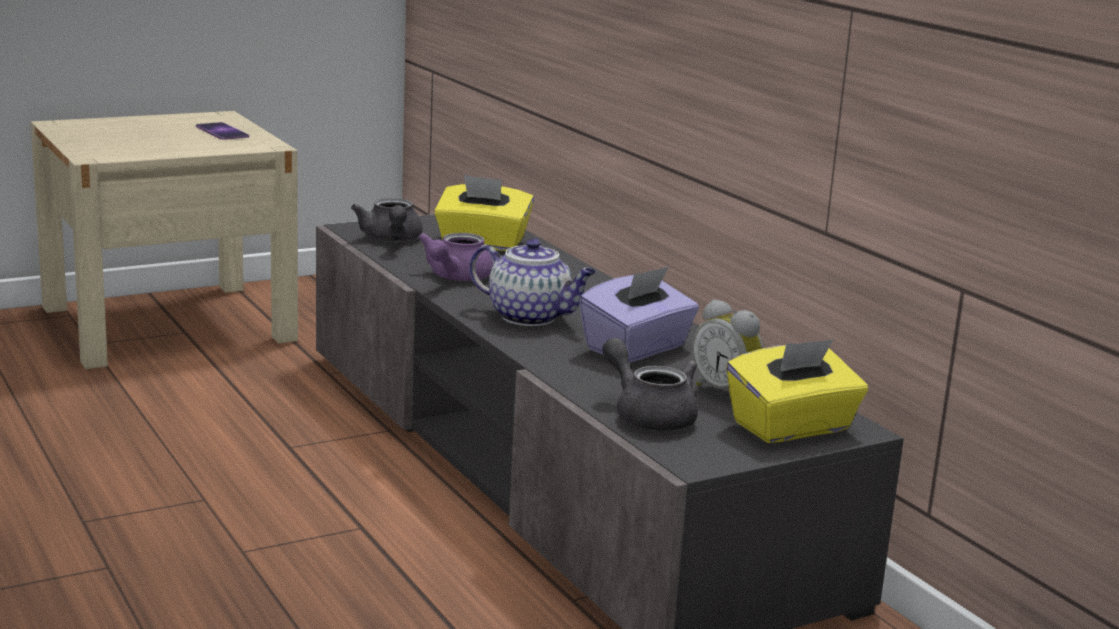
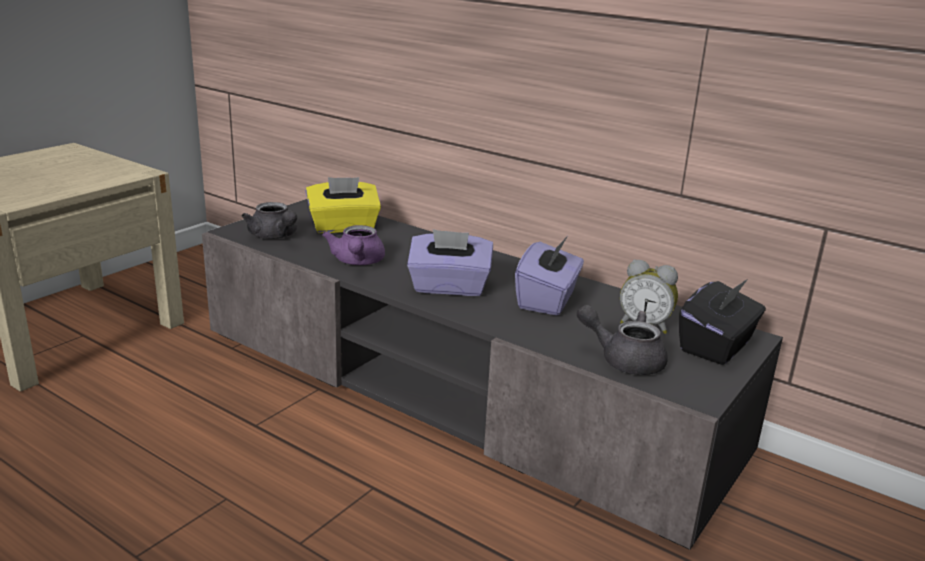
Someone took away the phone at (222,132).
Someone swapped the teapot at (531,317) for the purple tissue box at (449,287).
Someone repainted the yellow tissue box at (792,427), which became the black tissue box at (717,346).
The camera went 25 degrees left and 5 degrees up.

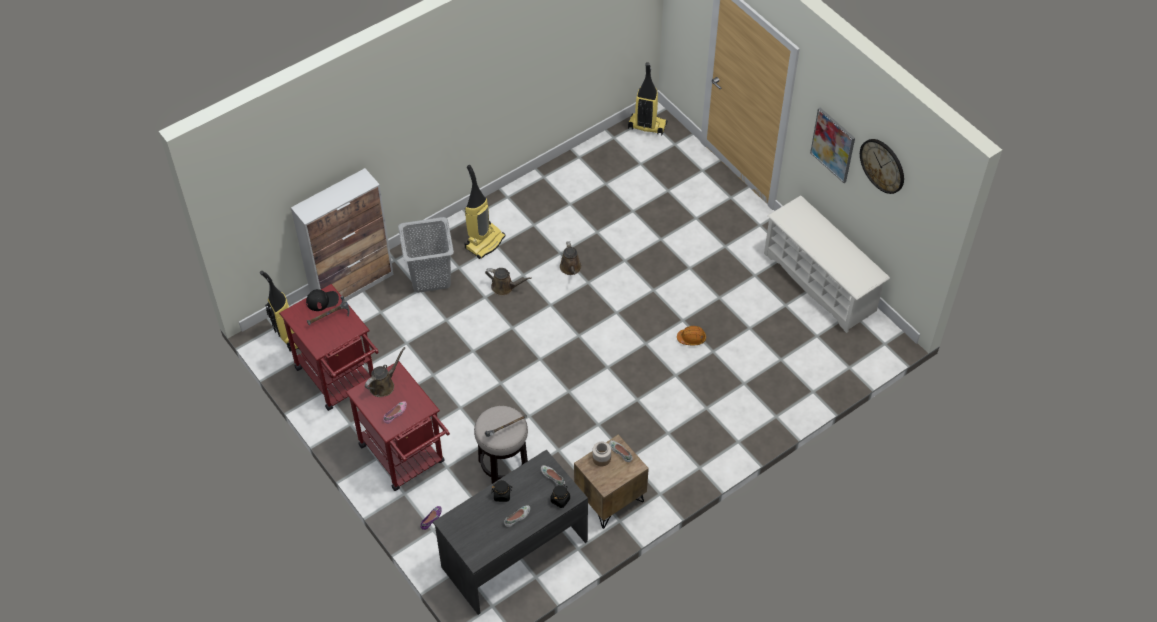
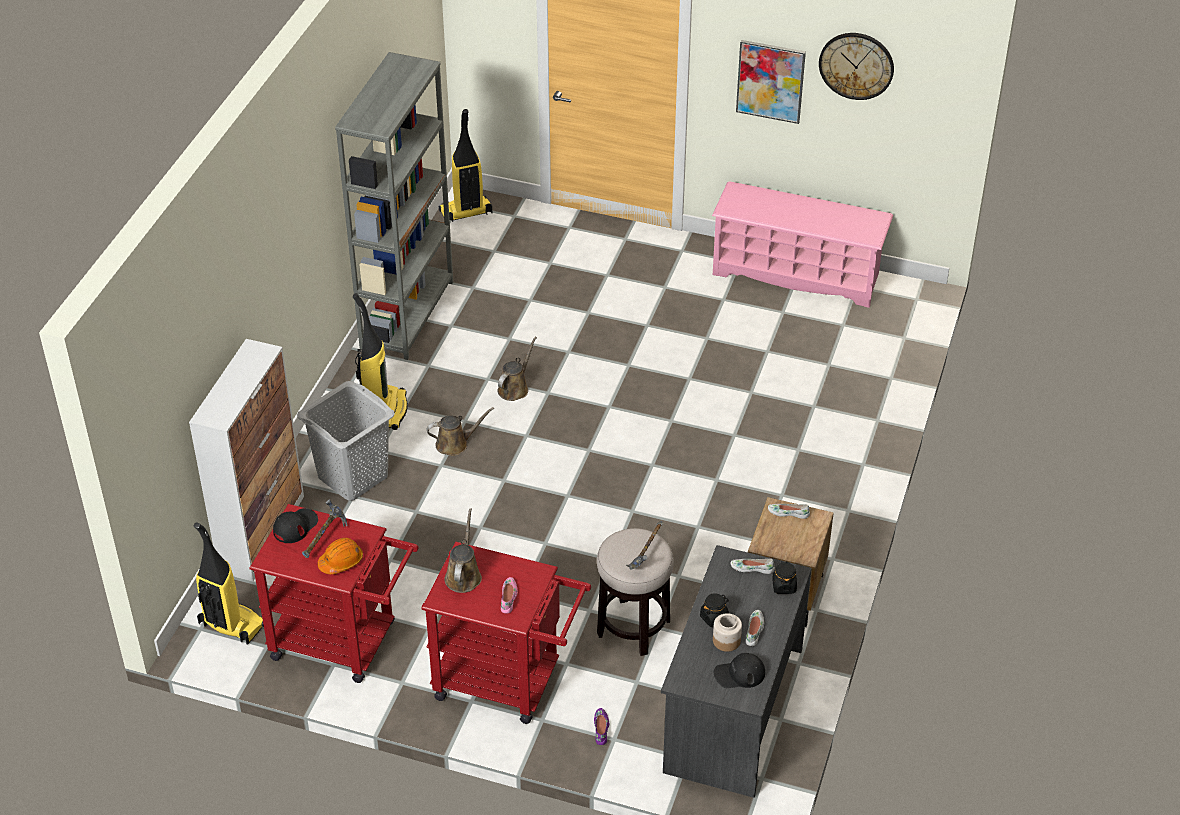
Someone rotated the brown watering can at (571,268) by 105 degrees counterclockwise.
Someone carried the jar from (601,458) to (726,641).
Someone carried the orange hard hat from (691,338) to (341,561).
Someone repainted the white shoe rack at (820,282), which became the pink shoe rack at (797,274).
Someone put down the grey bookcase at (407,314).
Someone put down the black cap at (739,674).
The camera went 35 degrees left and 10 degrees down.

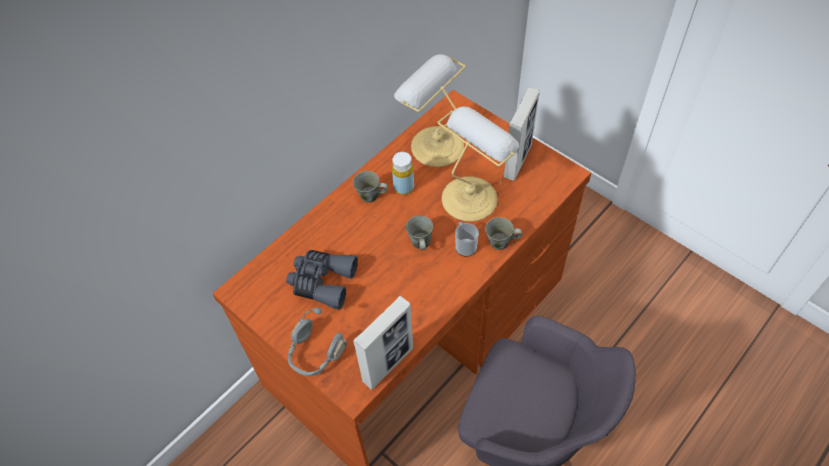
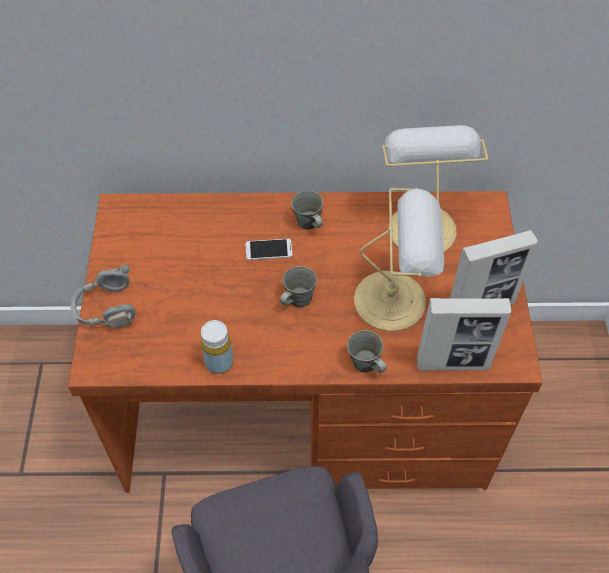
Someone took away the grey binoculars at (322,282).
Someone carried the picture frame from (388,364) to (453,363).
Someone carried the yellow bottle from (403,187) to (219,362).
Someone took away the mug at (465,246).
Someone put down the phone at (268,249).
The camera went 45 degrees right and 0 degrees up.

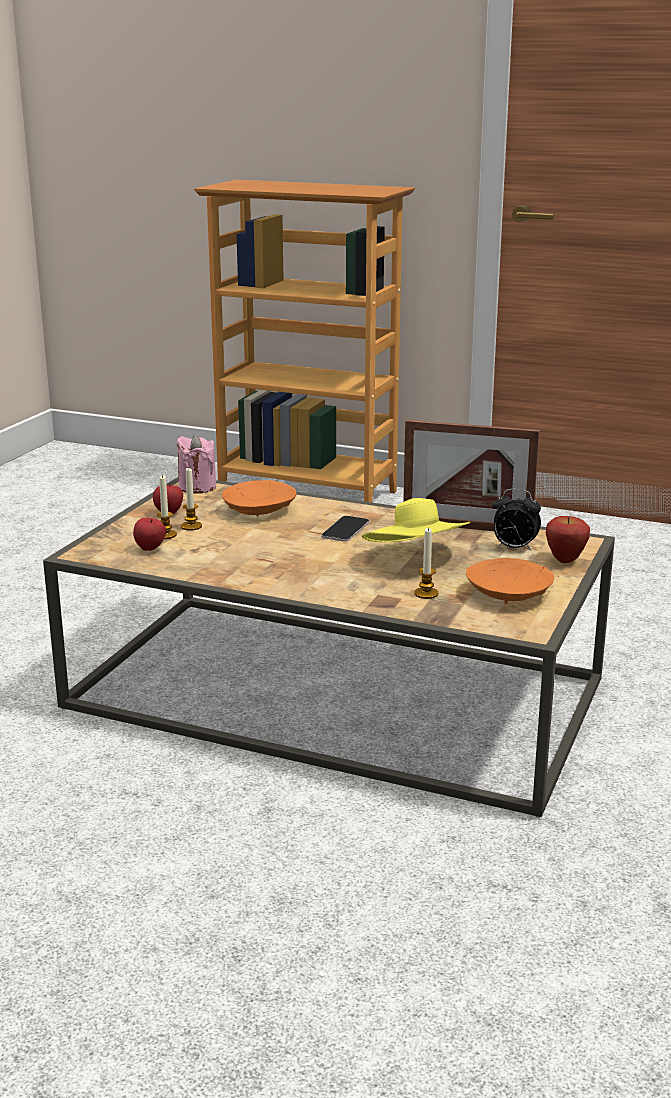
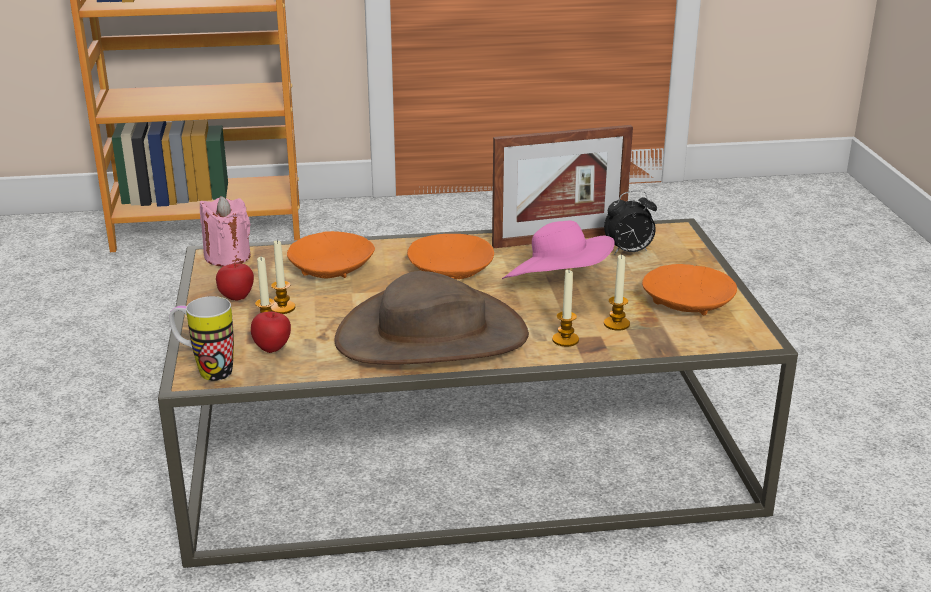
Someone swapped the phone at (345,530) for the orange bowl at (450,271).
Someone repainted the yellow hat at (416,558), which became the pink hat at (558,286).
Someone took away the apple at (565,560).
Someone put down the mug at (206,371).
Someone put down the brown hat at (431,337).
Someone put down the candle at (565,340).
The camera went 30 degrees left and 5 degrees up.

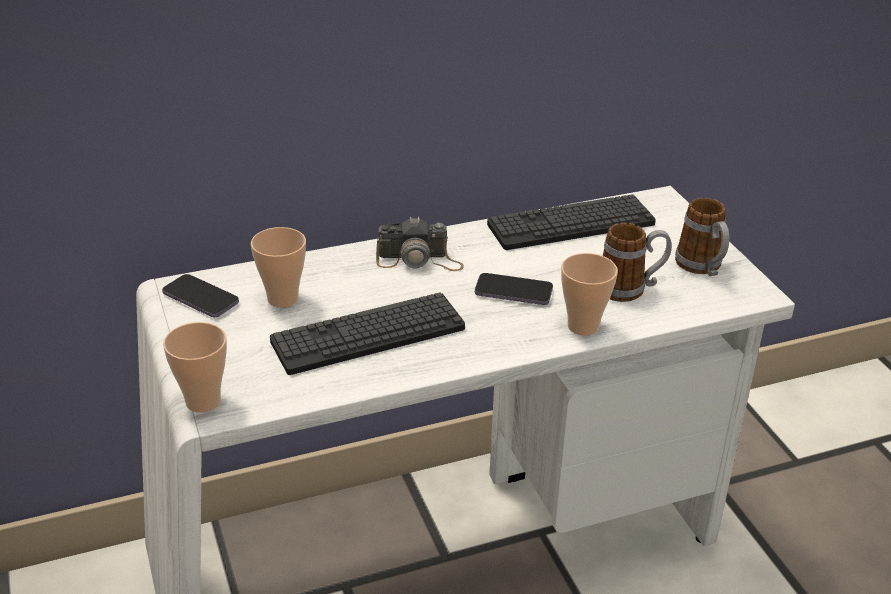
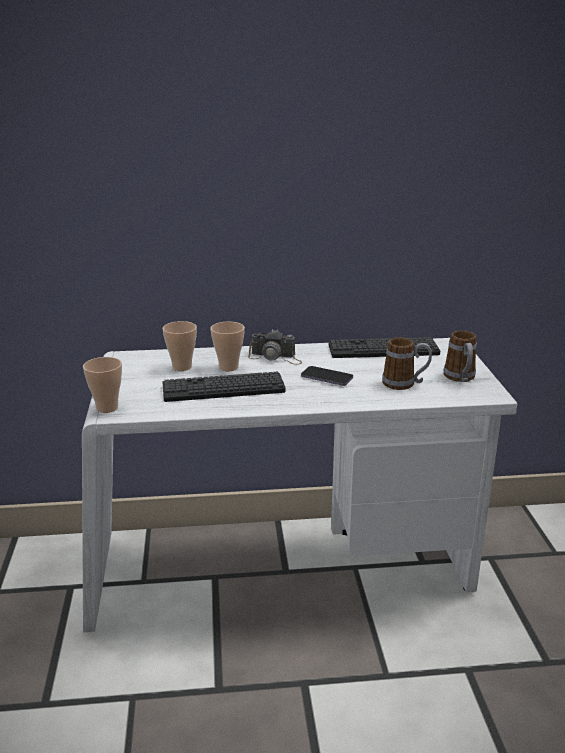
Someone took away the phone at (200,298).
Someone carried the cup from (583,326) to (228,367).
The camera went 15 degrees right and 10 degrees down.

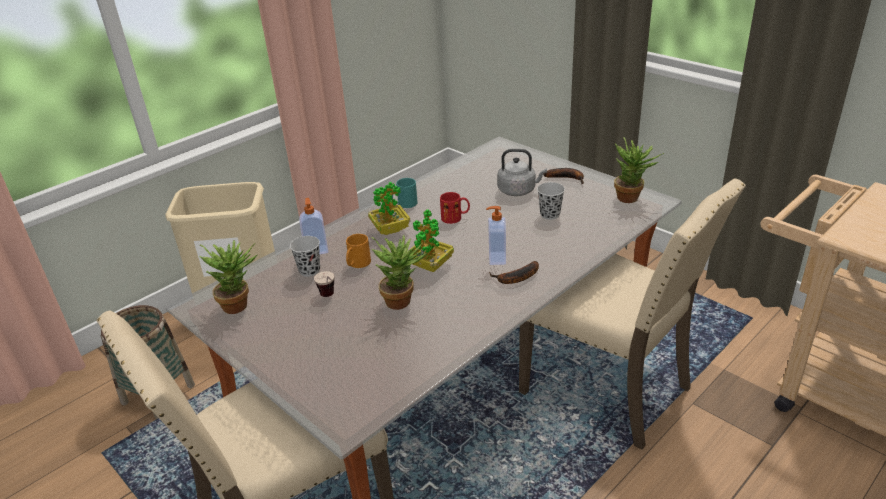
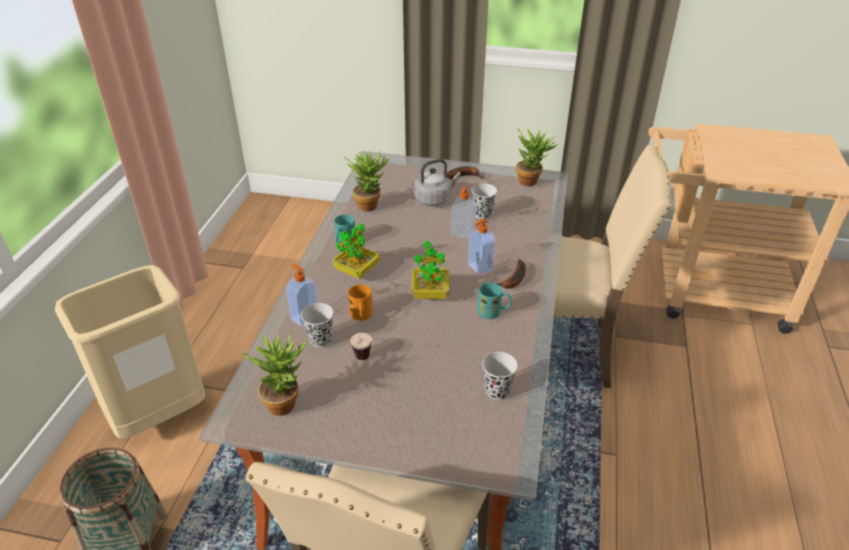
Someone carried the potted plant from (403,300) to (369,204).
Someone took away the red mug at (455,217).
Someone put down the soap dispenser at (462,233).
Someone put down the turquoise mug at (493,311).
Someone put down the black cup at (497,390).
The camera went 35 degrees left and 5 degrees up.

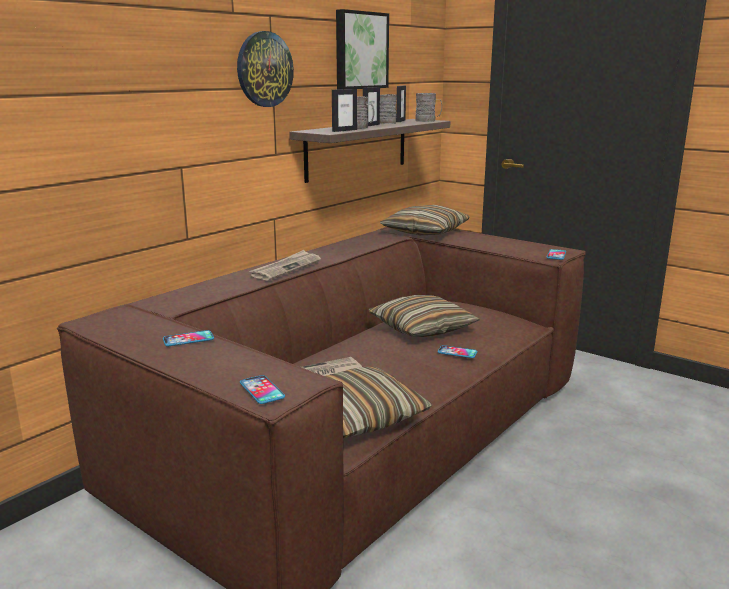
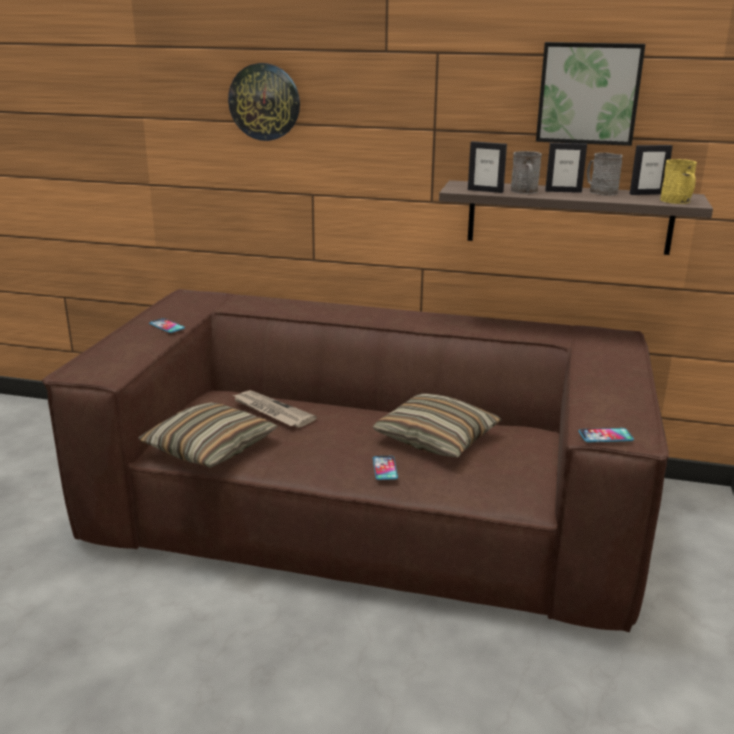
Someone carried the wall clock from (264,69) to (264,102).
Someone took away the phone at (261,390).
Someone took away the newspaper at (286,268).
Someone took away the pillow at (425,231).
Someone repainted the grey mug at (428,121), which became the yellow mug at (677,201).
The camera went 65 degrees right and 5 degrees up.

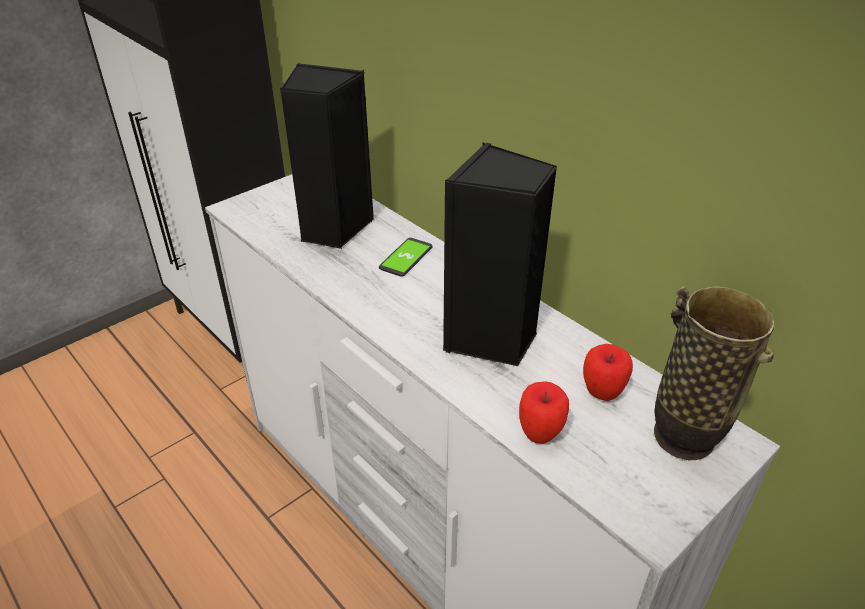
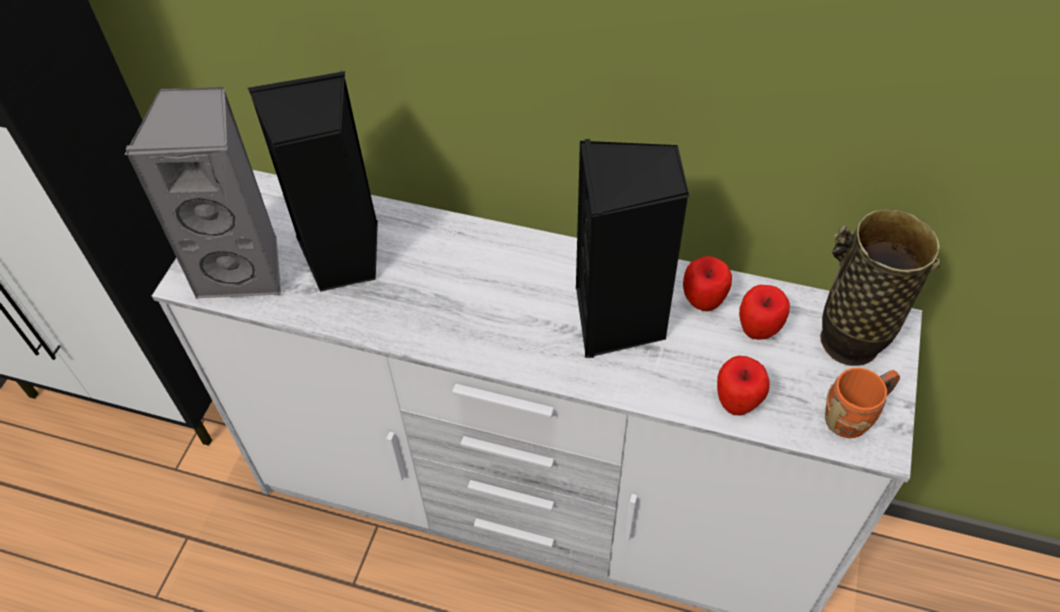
Someone took away the phone at (406,258).
Someone put down the grey speaker at (245,268).
Someone put down the apple at (702,303).
Someone put down the orange mug at (855,415).
The camera went 30 degrees left and 15 degrees up.

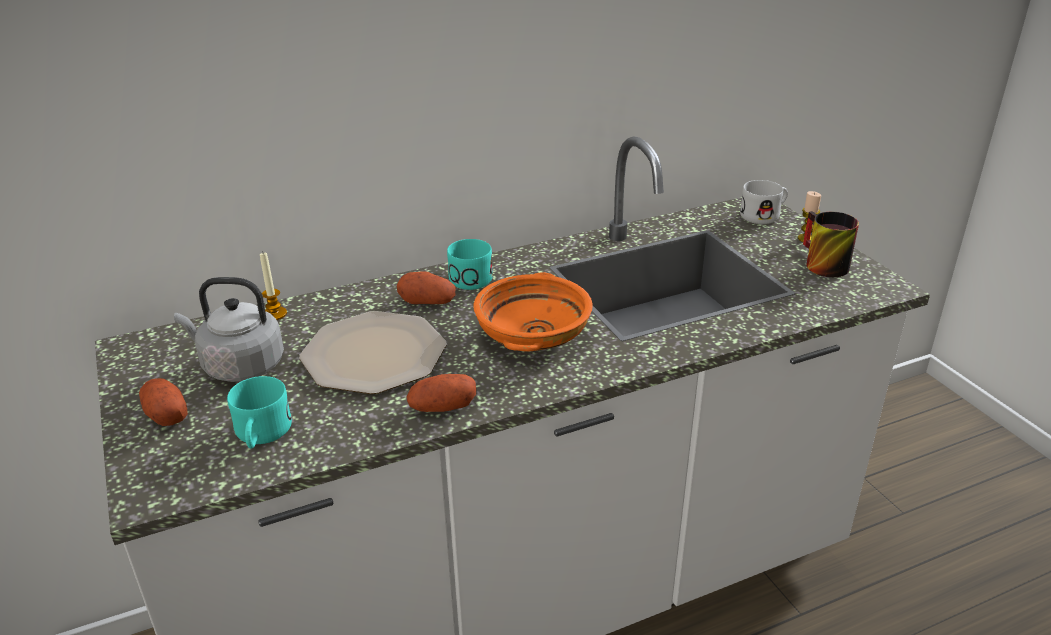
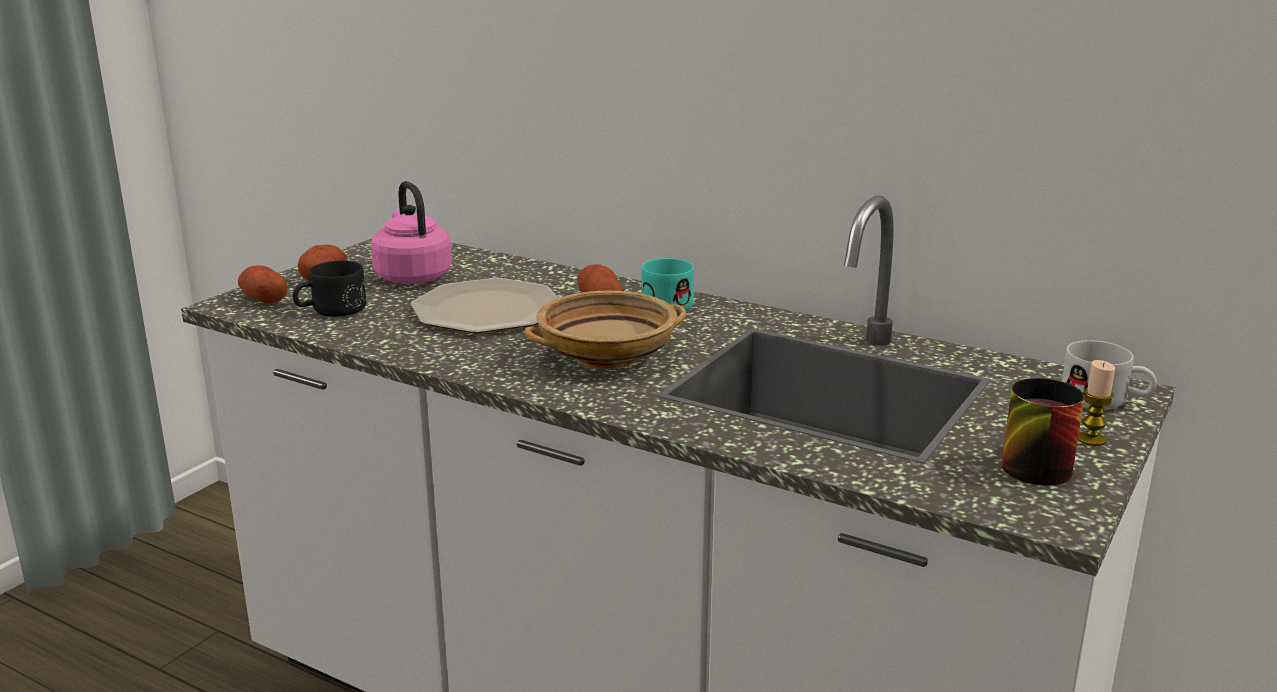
Someone repainted the grey kettle at (239,366), which became the pink kettle at (412,276).
Someone repainted the turquoise mug at (261,435), which became the black mug at (330,311).
Someone took away the candle at (274,314).
Someone carried the potato from (442,407) to (263,299).
Someone repainted the orange bowl at (532,335), which became the beige bowl at (608,355).
The camera went 55 degrees right and 10 degrees down.

